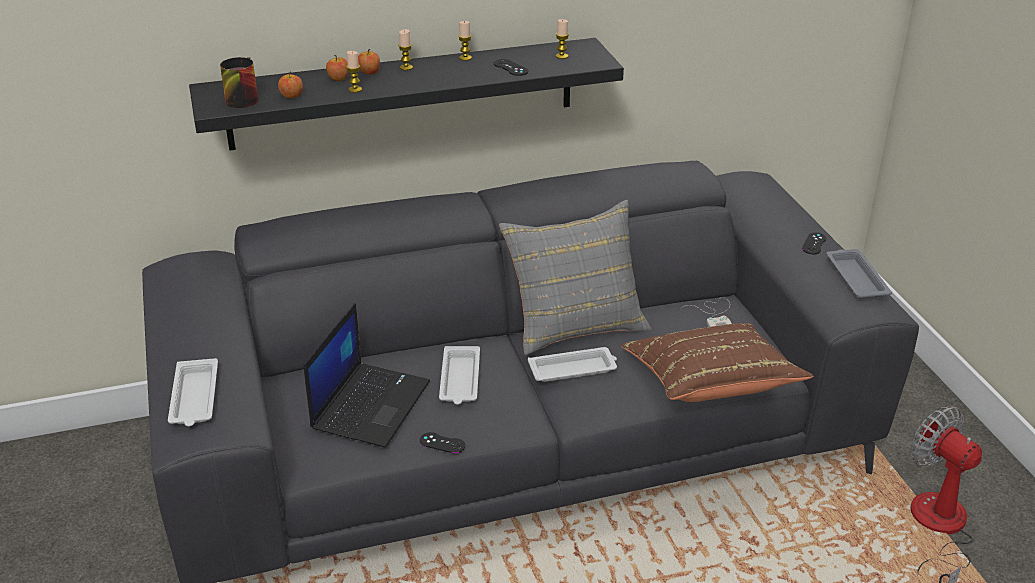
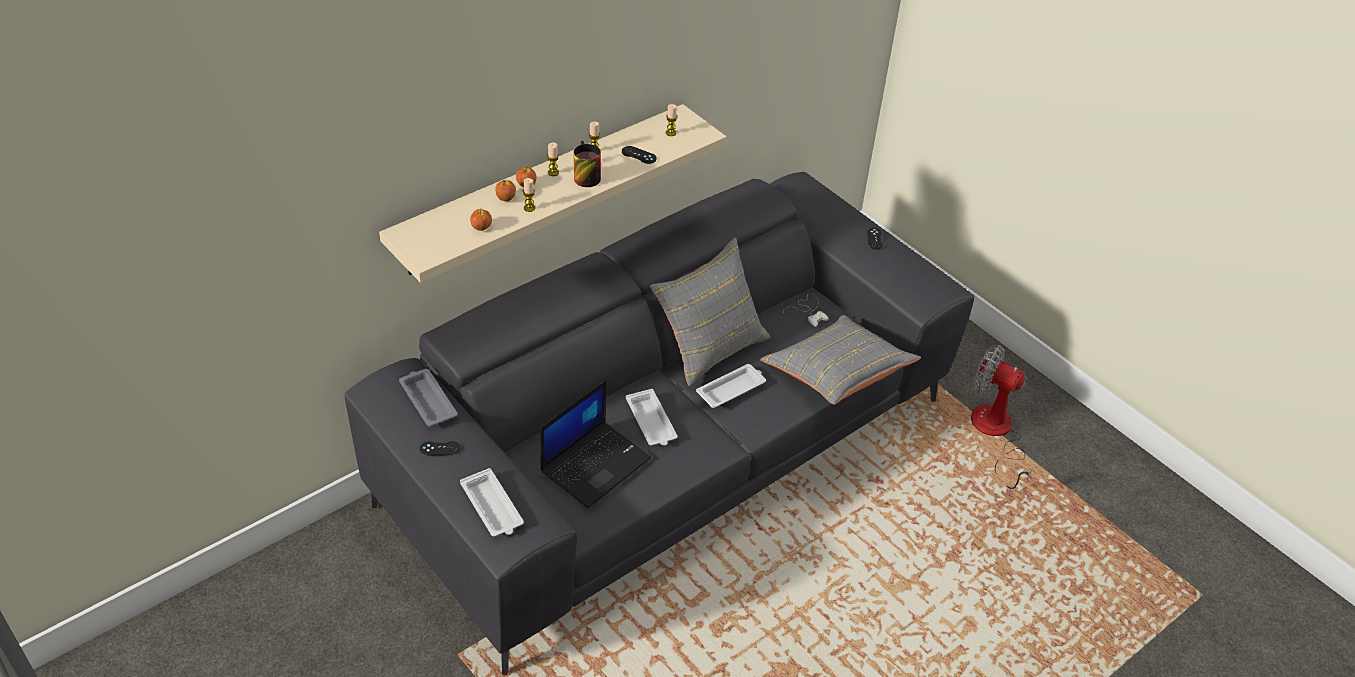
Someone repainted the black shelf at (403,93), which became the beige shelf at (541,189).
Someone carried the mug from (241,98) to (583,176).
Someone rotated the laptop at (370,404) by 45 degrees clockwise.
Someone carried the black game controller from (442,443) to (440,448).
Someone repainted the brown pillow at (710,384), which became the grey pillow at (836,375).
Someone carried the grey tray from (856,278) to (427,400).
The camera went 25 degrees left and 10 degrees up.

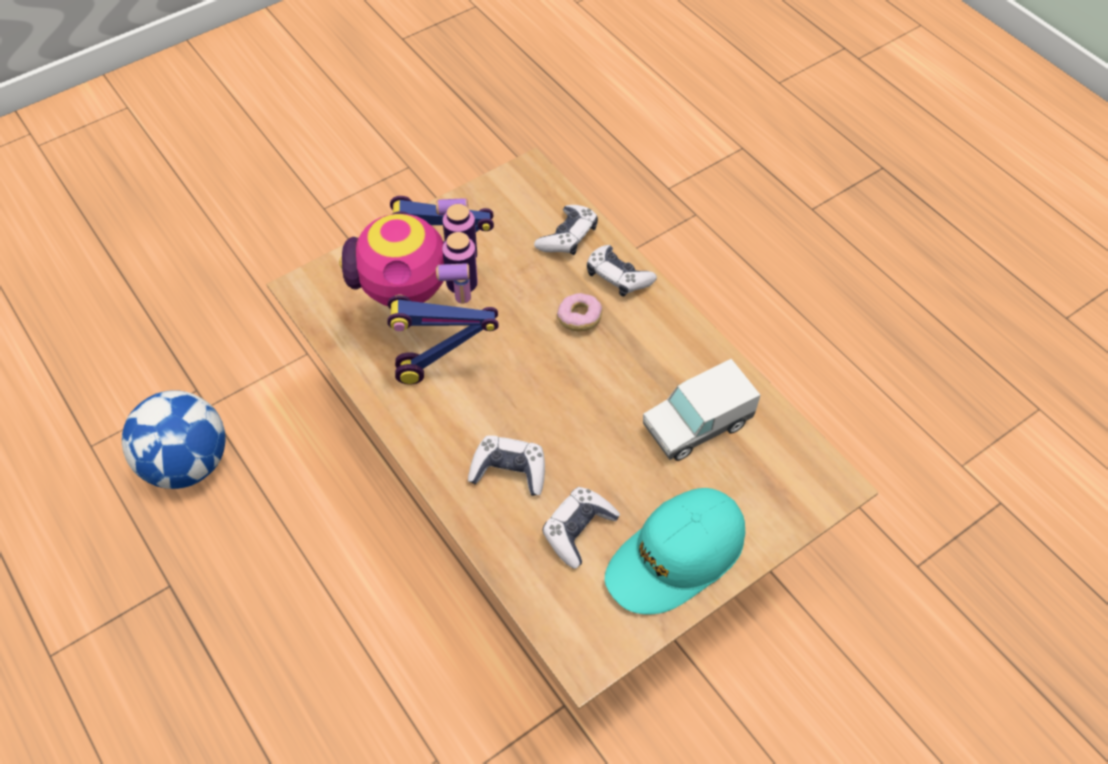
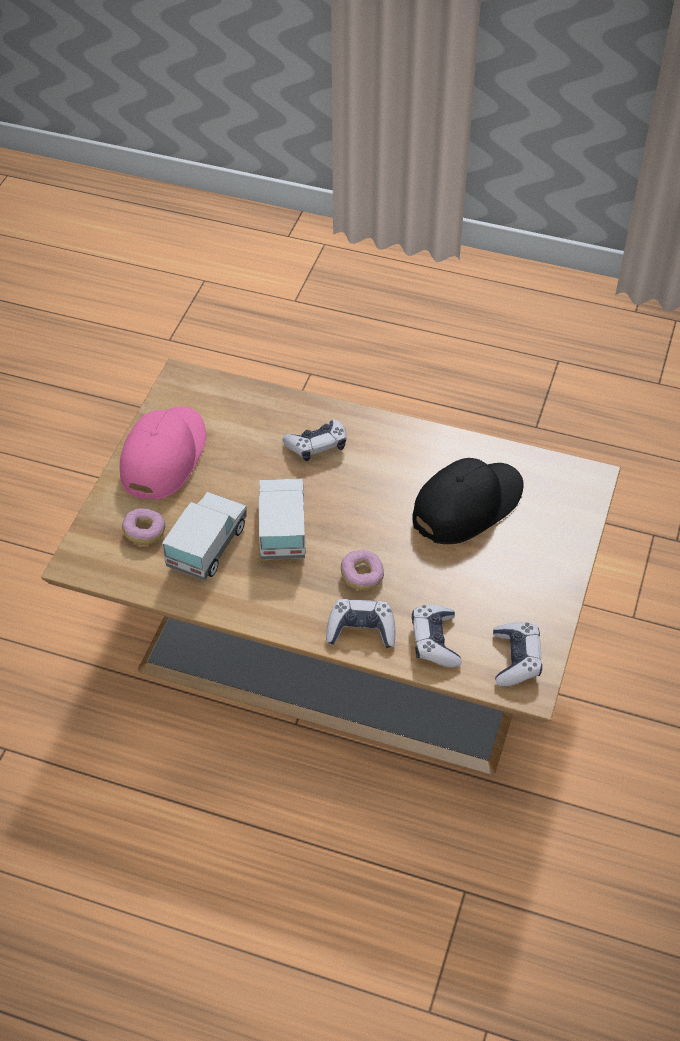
Someone took away the football at (187,464).
Someone swapped the toy robot at (431,326) for the black cap at (467,505).
Someone carried the game controller from (578,530) to (516,659).
Someone repainted the turquoise cap at (675,557), which became the pink cap at (164,457).
Someone put down the donut at (144,532).
Someone put down the toy truck at (282,530).
The camera went 145 degrees right and 5 degrees down.

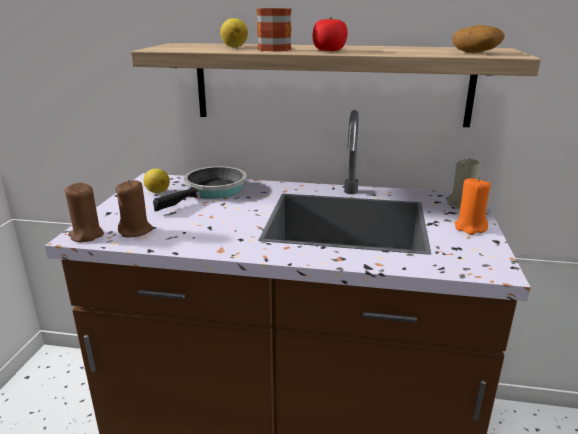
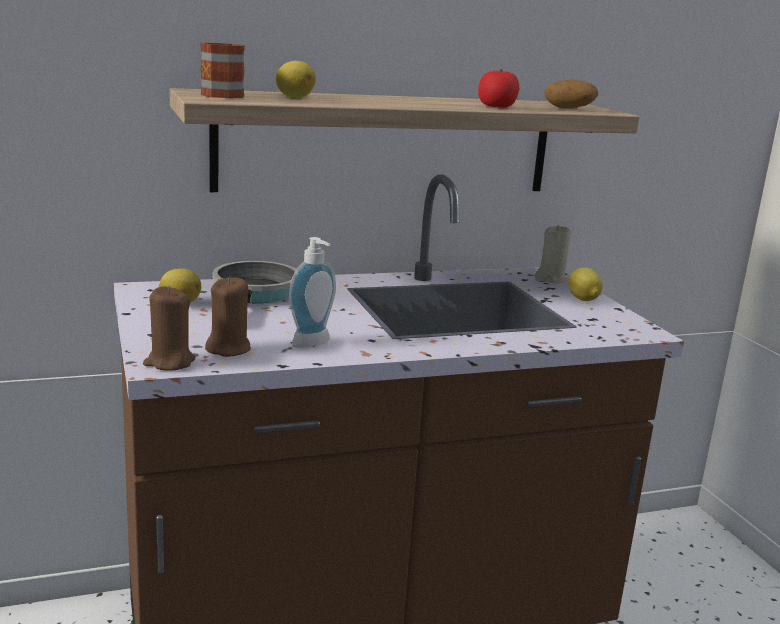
Someone carried the mug from (275,48) to (220,94).
Someone carried the tomato from (329,50) to (497,106).
Someone swapped the orange candle at (470,227) for the lemon at (583,300).
Someone put down the soap dispenser at (314,344).
The camera went 30 degrees left and 5 degrees down.

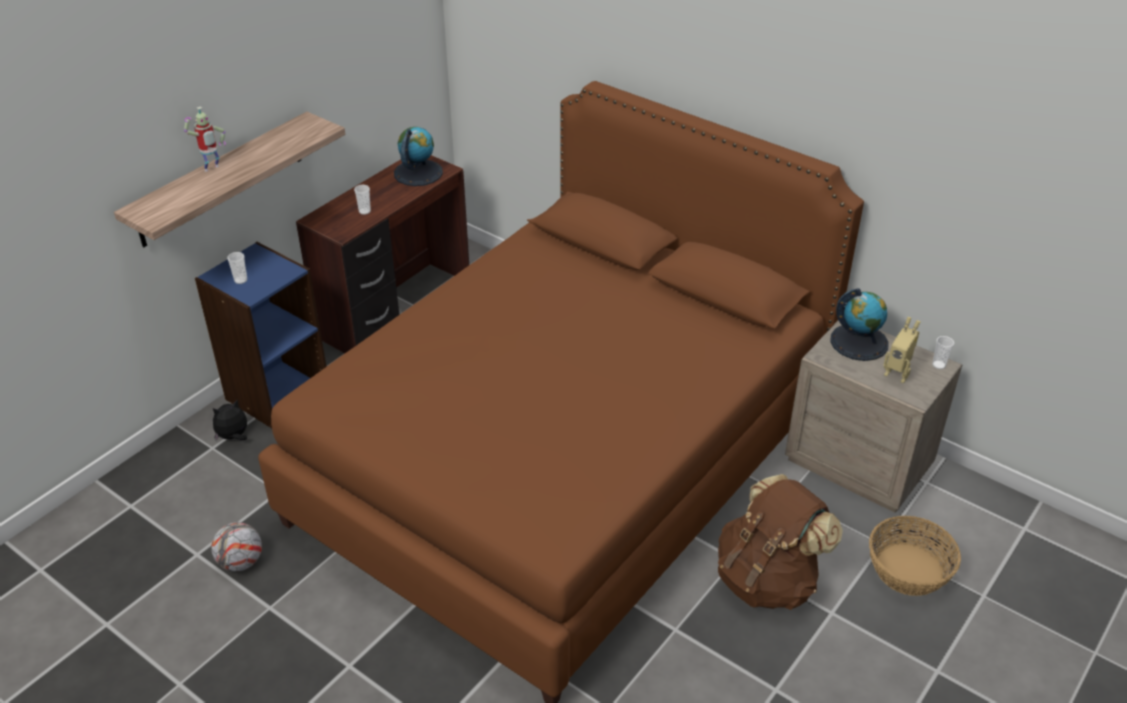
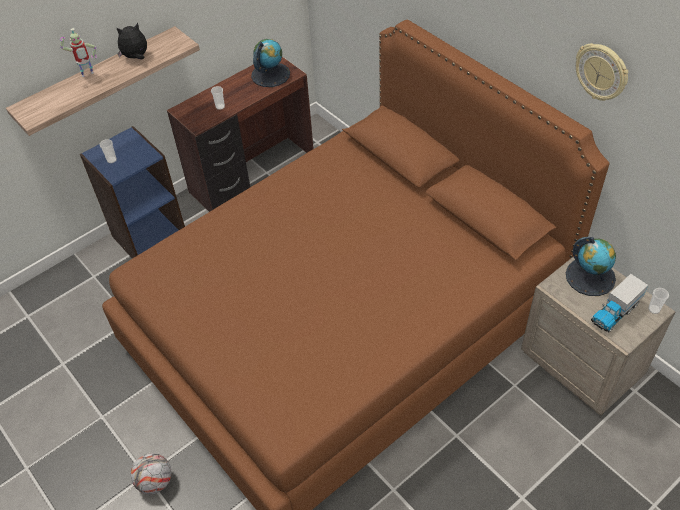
Someone carried the football from (240,562) to (155,481).
Someone carried the plush toy from (233,437) to (136,57).
Someone took away the brown backpack at (768,580).
Someone took away the basket at (908,569).
Someone swapped the toy robot at (897,373) for the toy truck at (615,312).
Someone put up the wall clock at (601,72).
The camera went 15 degrees right and 10 degrees up.

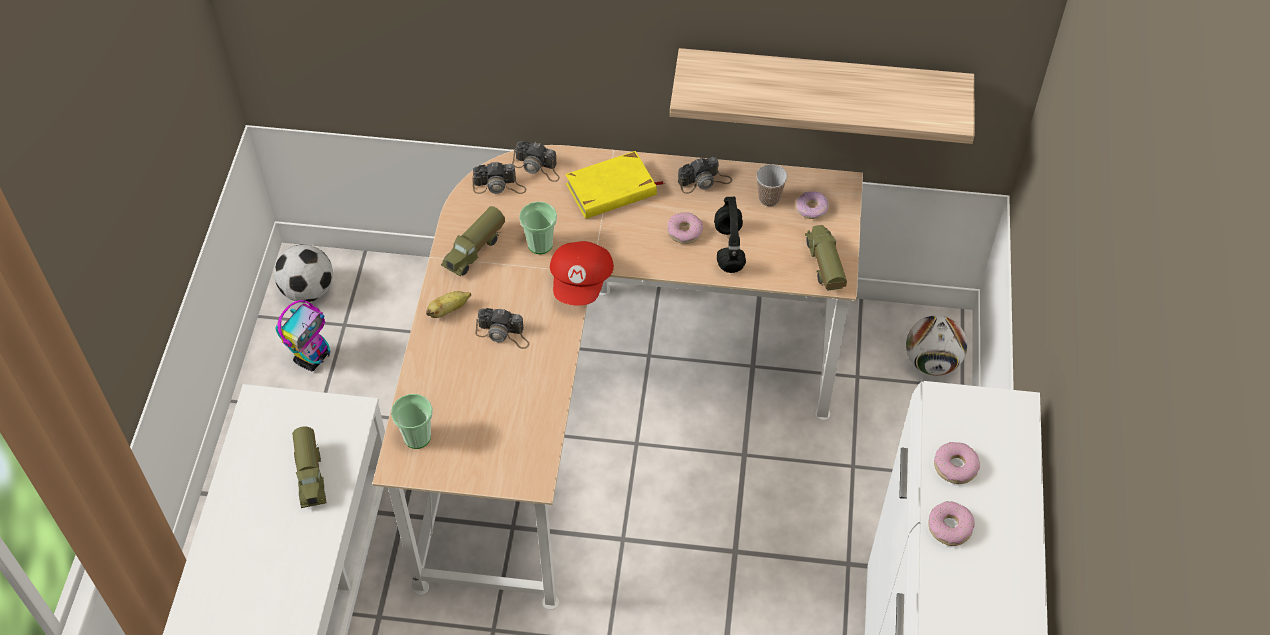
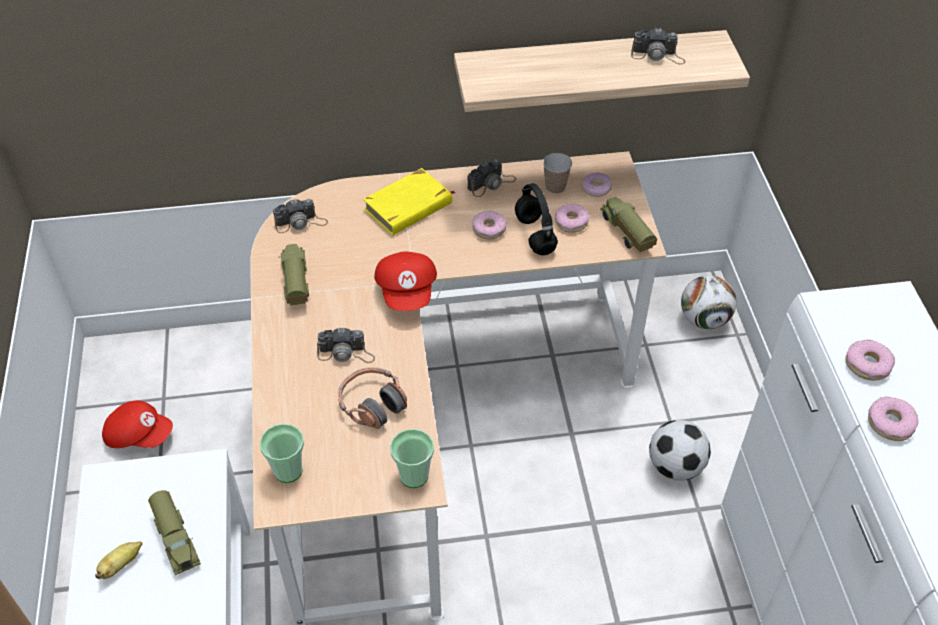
Someone carried the football from (308,290) to (675,466).
Someone swapped the toy robot at (312,357) for the red cap at (139,434).
Someone carried the banana from (448,310) to (121,565).
Someone rotated the toy truck at (475,250) by 150 degrees clockwise.
Someone carried the photo camera from (537,167) to (658,55).
Someone carried the cup from (540,244) to (414,476).
Someone put down the headphones at (372,404).
Someone put down the donut at (571,222).
The camera went 15 degrees left and 5 degrees down.

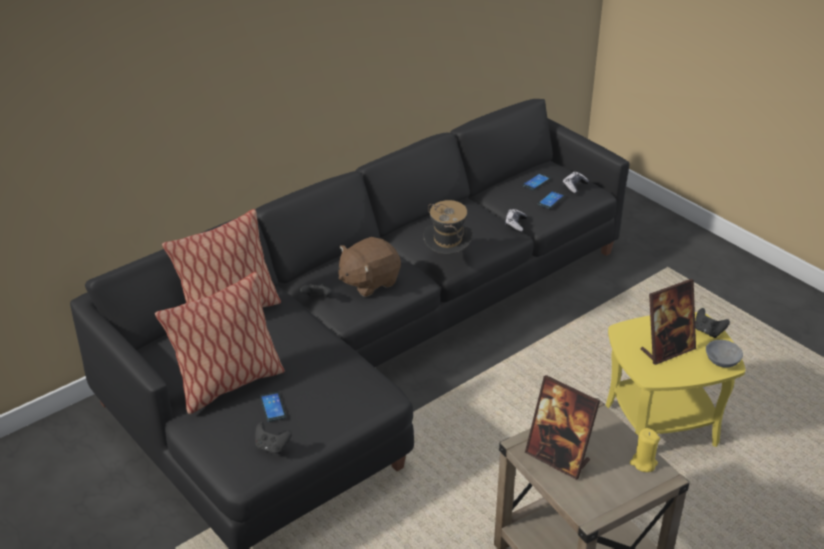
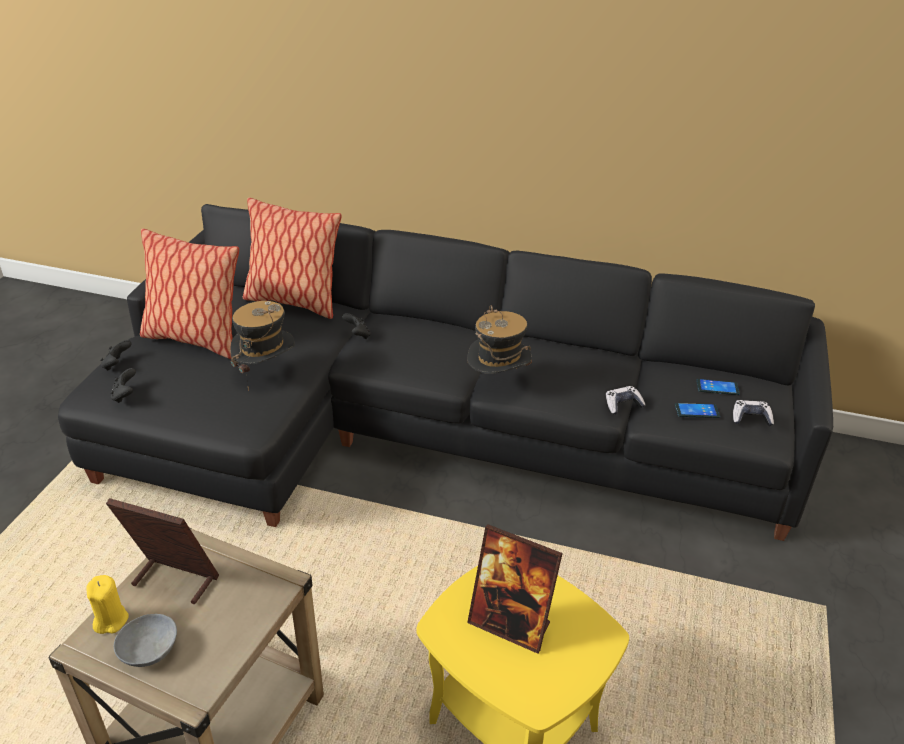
Someone took away the phone at (272,407).
Someone took away the brown plush toy at (368,282).
Someone rotated the picture frame at (558,458) by 105 degrees clockwise.
Someone carried the yellow candle from (643,463) to (110,620).
Someone carried the black game controller from (708,331) to (117,365).
Someone carried the grey bowl from (721,360) to (149,648).
Someone put down the hat at (266,373).
The camera went 55 degrees right and 0 degrees up.

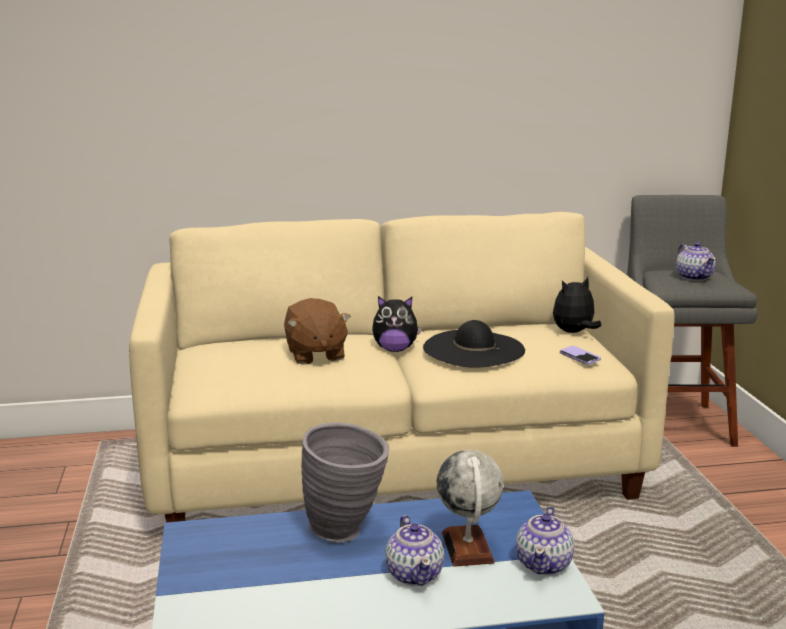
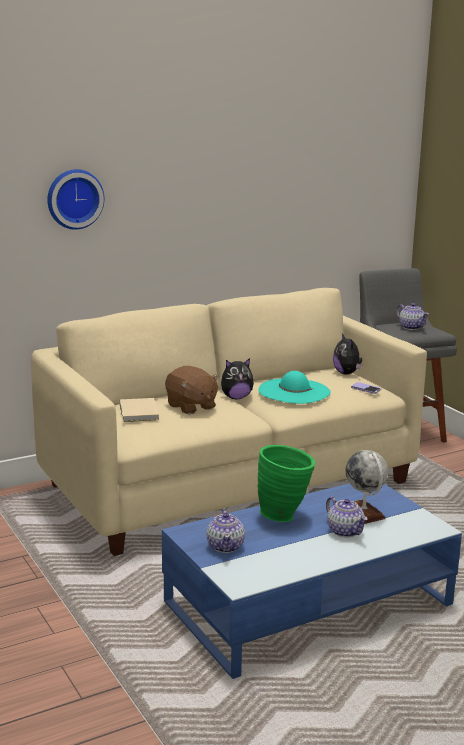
Someone repainted the grey vase at (347,532), which became the green vase at (285,516).
Someone repainted the black hat at (473,349), which became the turquoise hat at (294,391).
Someone carried the teapot from (544,563) to (226,546).
Someone rotated the plush toy at (574,332) by 60 degrees counterclockwise.
Someone put up the wall clock at (74,198).
Someone put down the beige book at (138,413).
The camera went 20 degrees left and 0 degrees up.

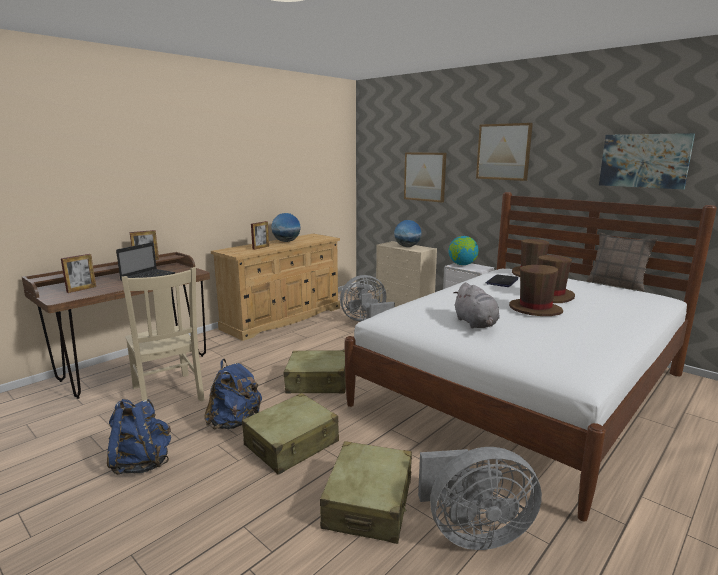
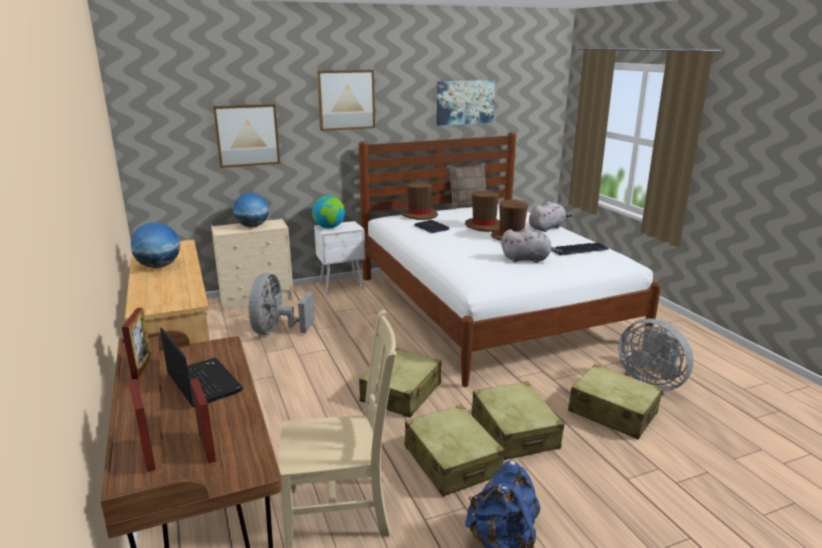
Someone swapped the blue backpack at (235,422) for the beige suitcase at (452,461).
Someone carried the picture frame from (261,247) to (147,454).
Someone rotated the grey fan at (472,533) by 120 degrees clockwise.
Someone put down the grey plush toy at (547,228).
Someone put down the keyboard at (579,250).
The camera went 65 degrees left and 5 degrees up.

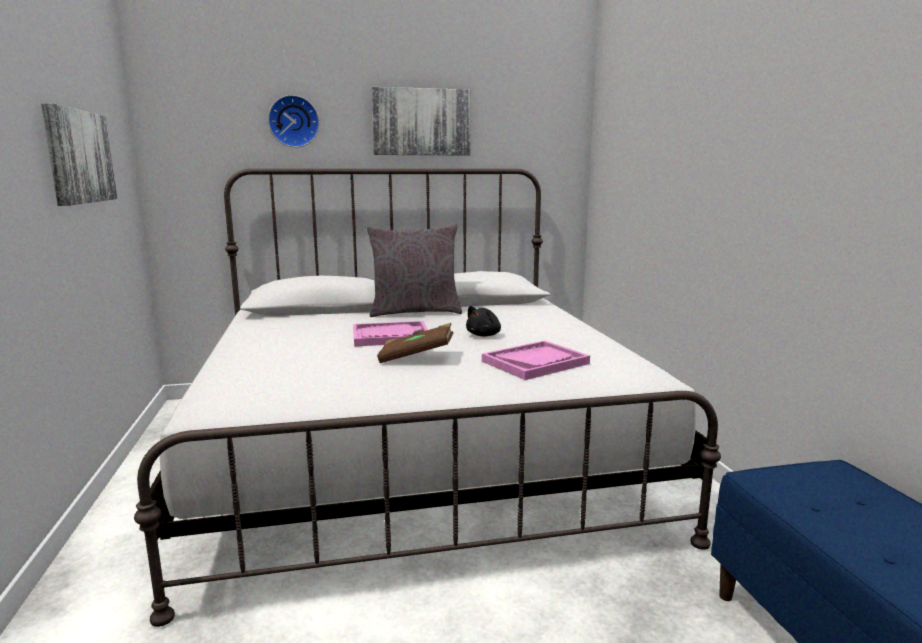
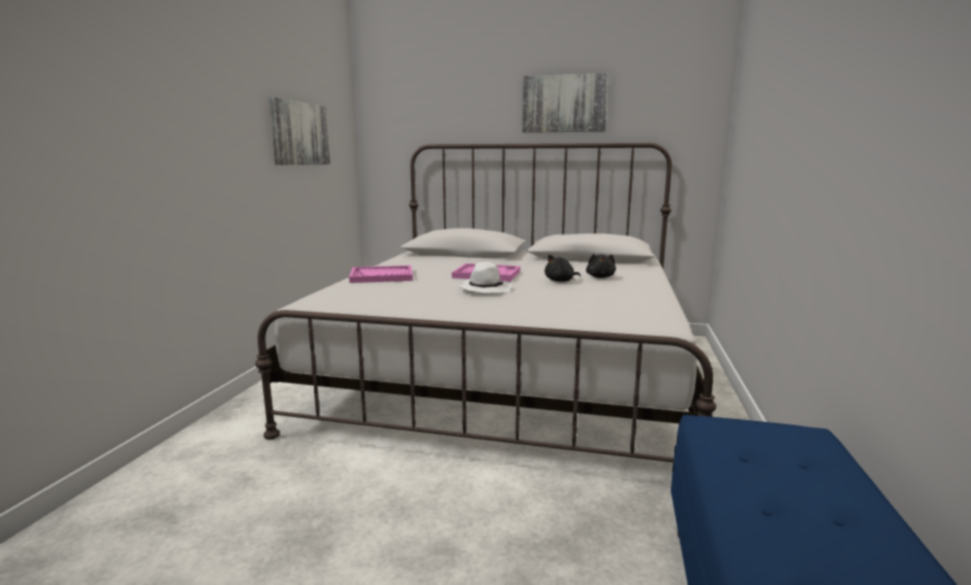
Someone took away the wall clock at (294,121).
Someone took away the grey pillow at (415,312).
Someone swapped the brown book at (416,358) for the white hat at (485,289).
Someone carried the pink tray from (535,362) to (382,276).
Someone put down the black plush toy at (600,277).
The camera went 25 degrees right and 0 degrees up.

